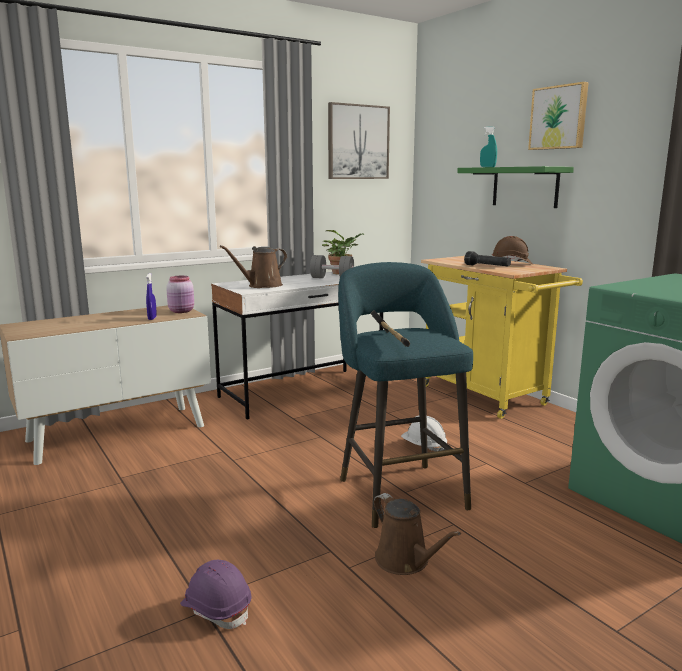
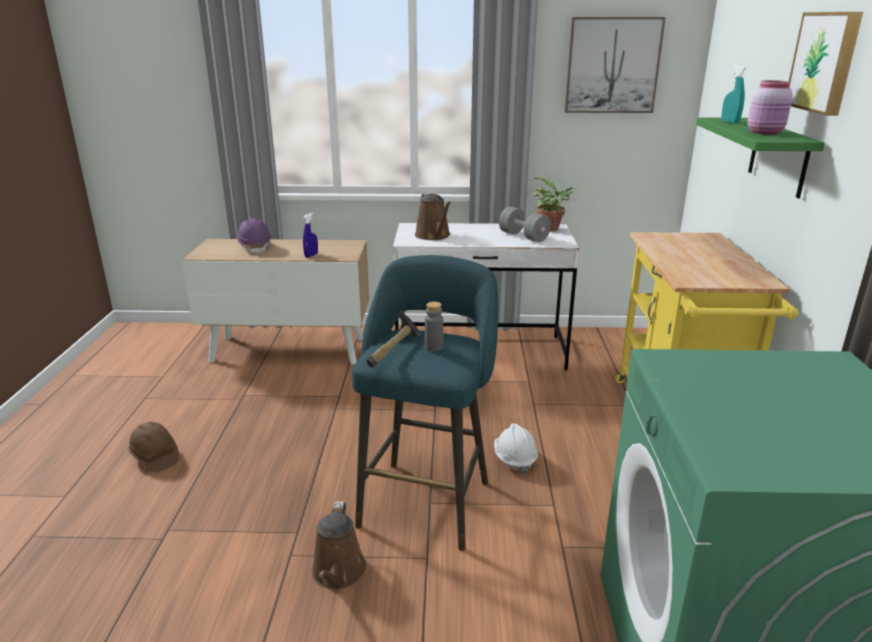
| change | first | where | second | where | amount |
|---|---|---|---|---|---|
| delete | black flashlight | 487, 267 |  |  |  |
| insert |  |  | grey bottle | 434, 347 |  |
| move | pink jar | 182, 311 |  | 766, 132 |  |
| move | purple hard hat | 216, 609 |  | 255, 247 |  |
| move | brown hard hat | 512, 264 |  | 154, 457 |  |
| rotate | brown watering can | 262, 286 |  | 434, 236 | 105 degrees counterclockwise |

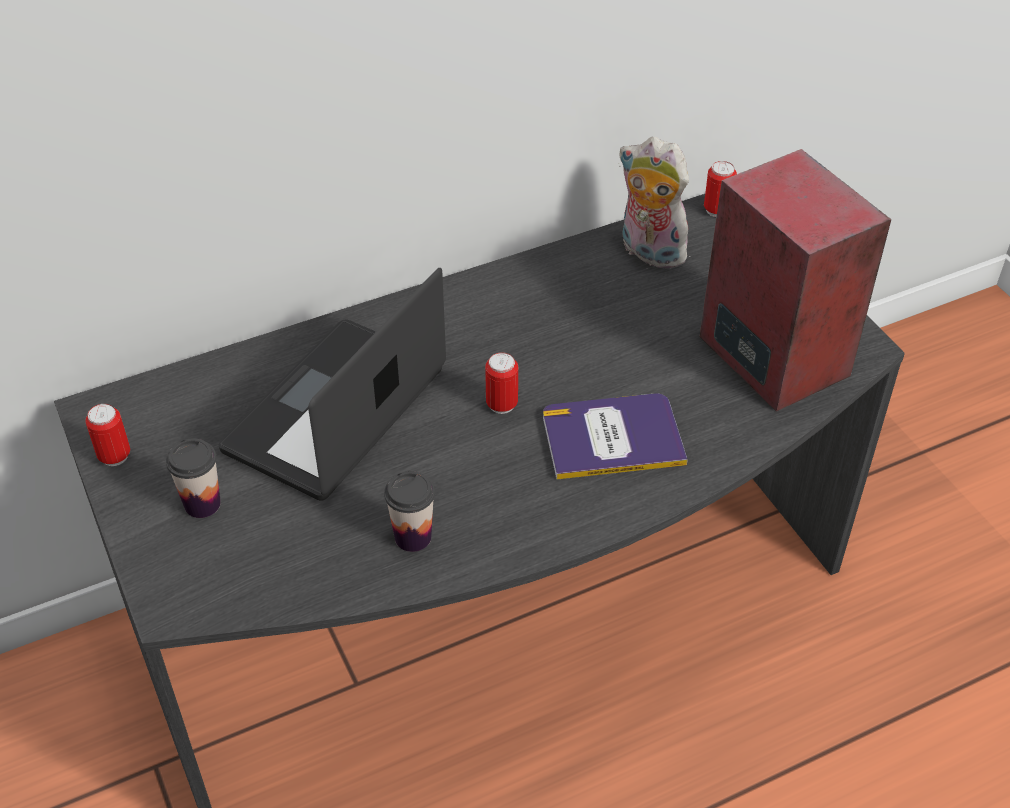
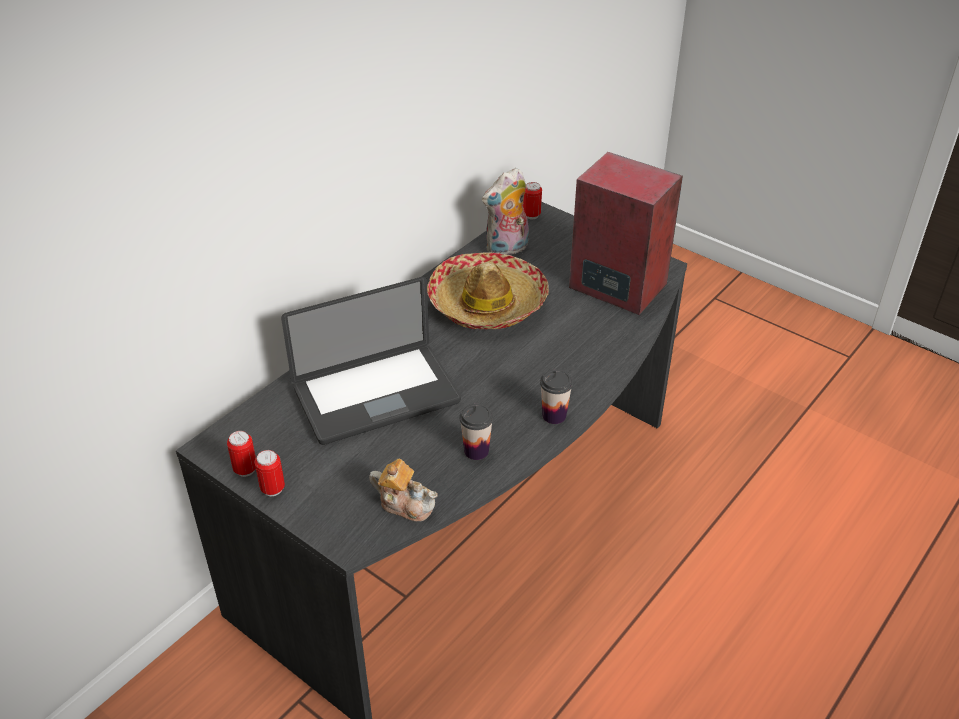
| change | first | where | second | where | amount |
|---|---|---|---|---|---|
| delete | book | 612, 437 |  |  |  |
| insert |  |  | teapot | 406, 504 |  |
| insert |  |  | hat | 487, 303 |  |
| move | cup | 202, 504 |  | 554, 415 |  |
| move | can | 501, 404 |  | 272, 489 |  |
| rotate | laptop | 336, 411 |  | 376, 396 | 120 degrees counterclockwise |
| rotate | plush toy | 648, 252 |  | 507, 249 | 45 degrees counterclockwise |

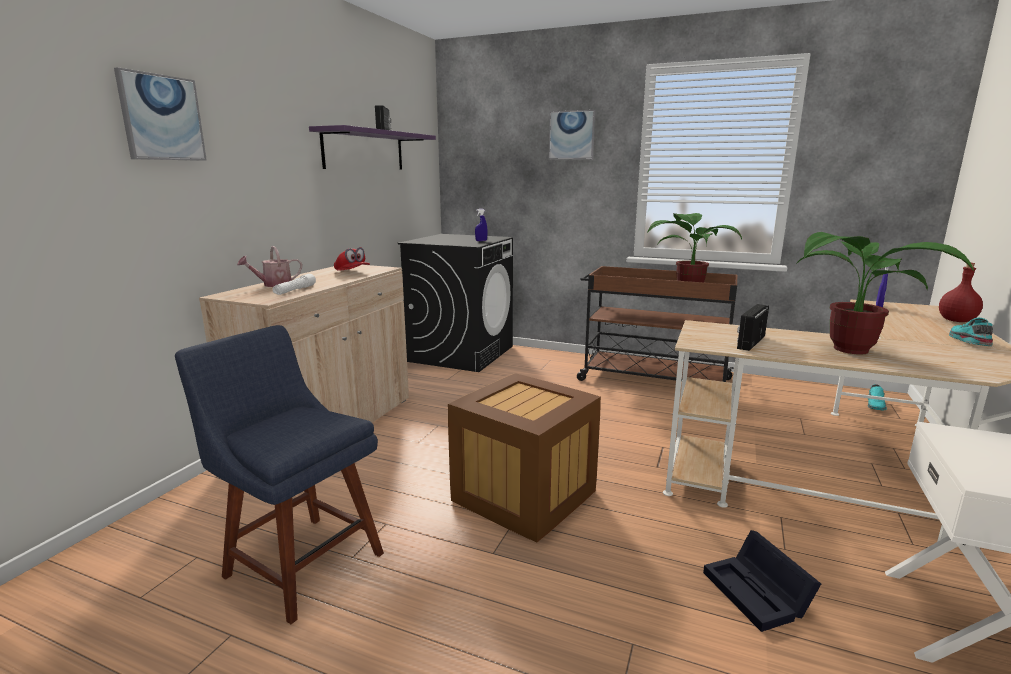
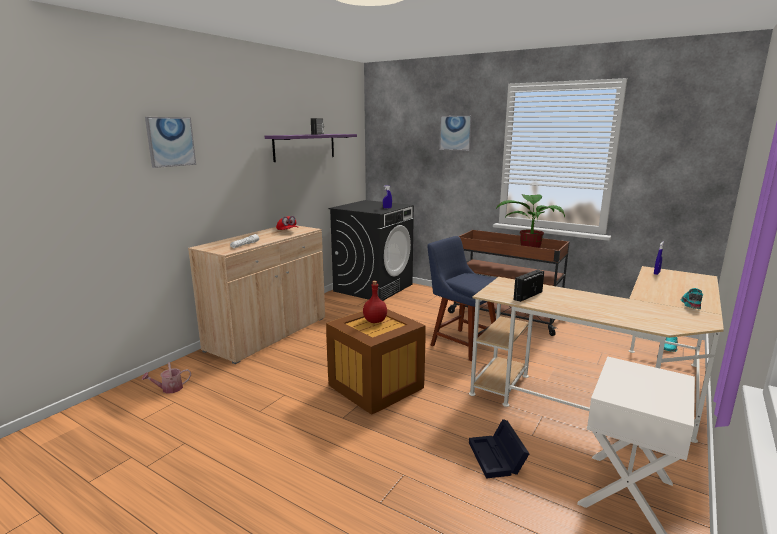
| change | first | where | second | where | amount |
|---|---|---|---|---|---|
| delete | potted plant | 847, 350 |  |  |  |
| move | blue chair | 300, 561 |  | 462, 343 |  |
| move | watering can | 273, 285 |  | 169, 389 |  |
| move | red bottle | 956, 321 |  | 374, 321 |  |

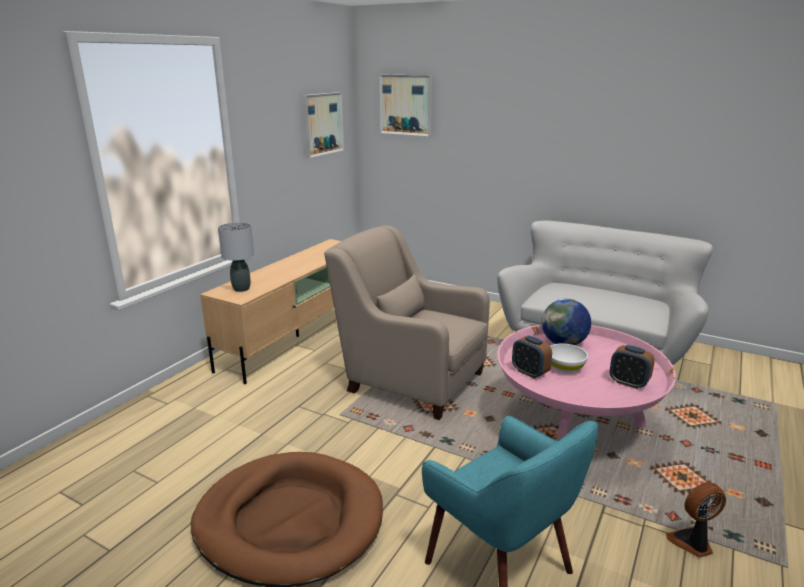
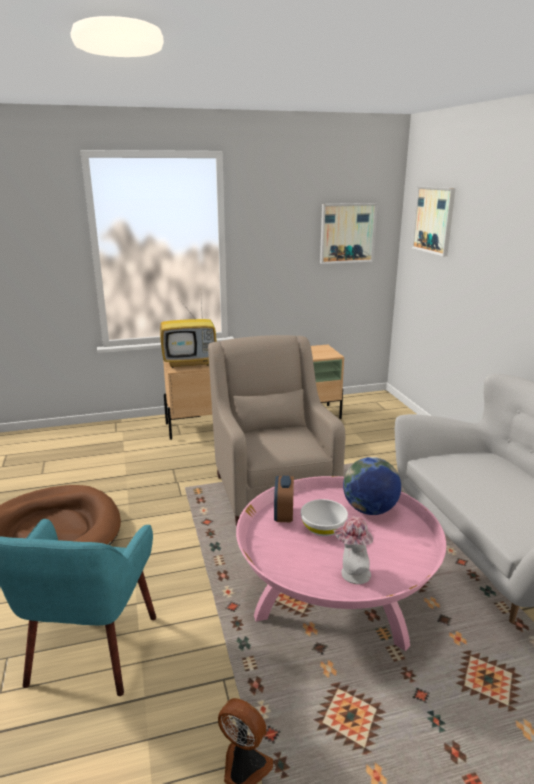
| change | first | where | second | where | amount |
|---|---|---|---|---|---|
| replace | grey table lamp | 241, 289 | television | 190, 362 |  |
| replace | alarm clock | 628, 383 | hat | 351, 574 |  |

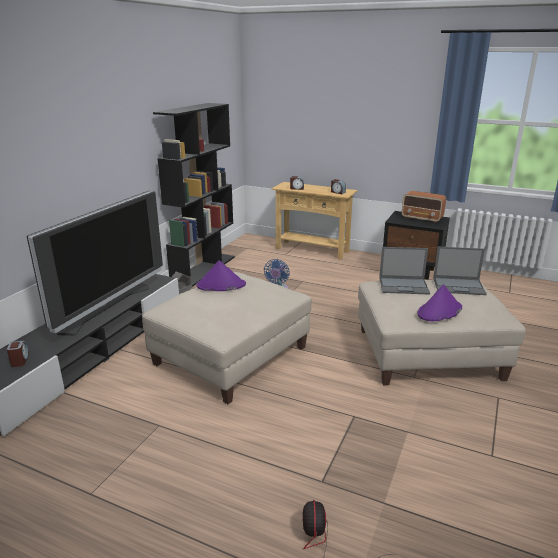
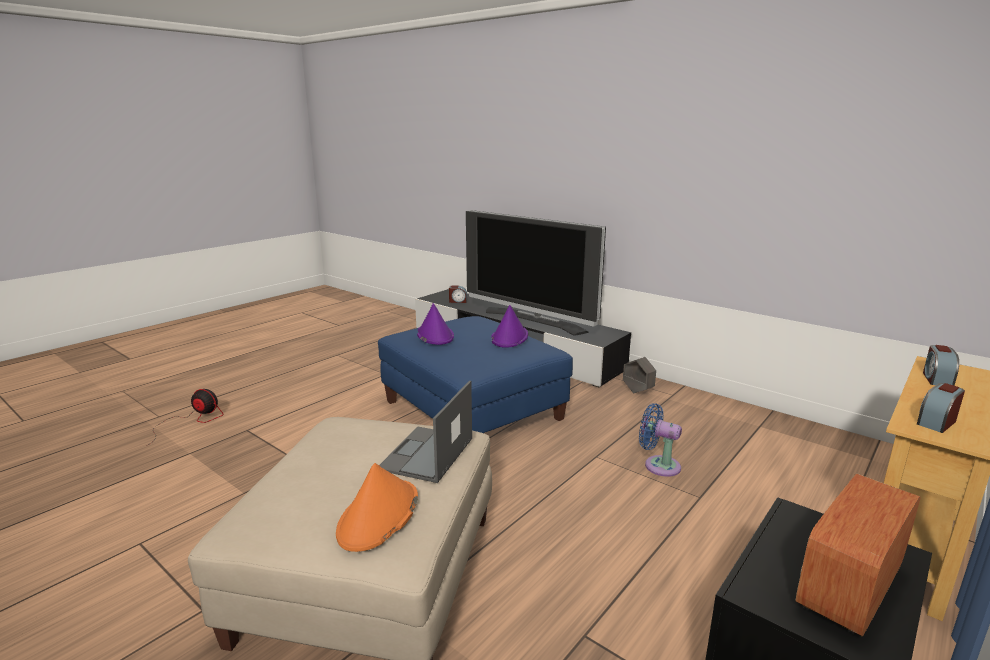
| change | first | where | second | where | amount |
|---|---|---|---|---|---|
| delete | black bookcase | 203, 269 |  |  |  |
| move | purple hat | 439, 311 |  | 435, 335 |  |
| replace | laptop | 459, 286 | orange hat | 378, 516 |  |
| recolor | beige ottoman | 230, 355 | blue ottoman | 473, 410 |  |

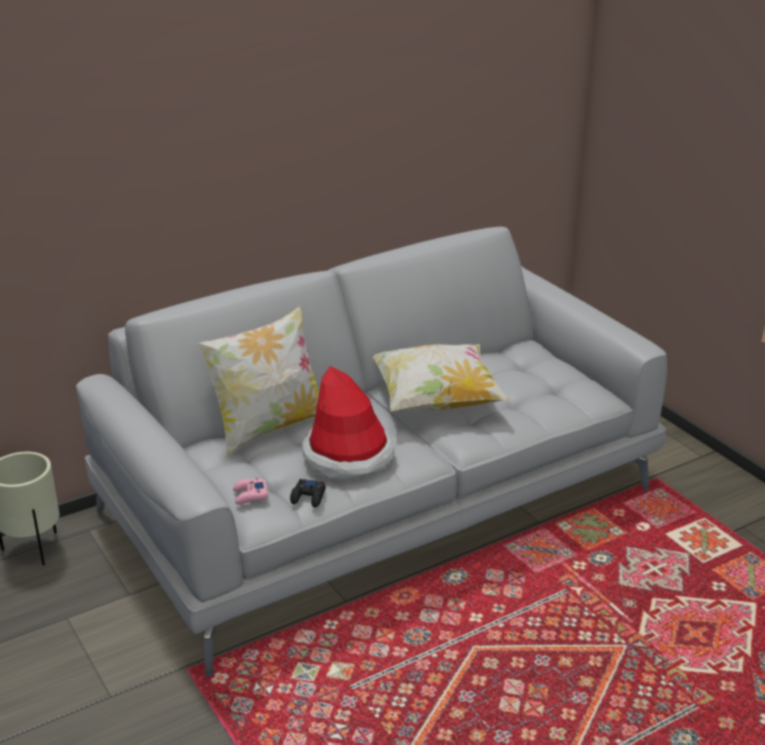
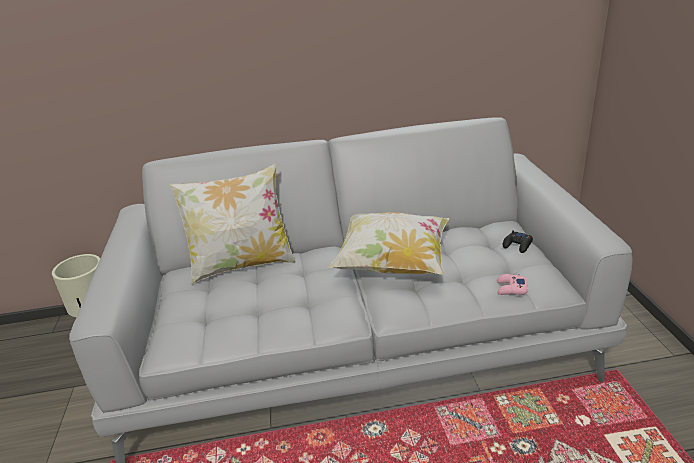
| change | first | where | second | where | amount |
|---|---|---|---|---|---|
| delete | hat | 348, 456 |  |  |  |
| move | pink game controller | 250, 495 |  | 511, 289 |  |
| move | black game controller | 308, 497 |  | 517, 245 |  |

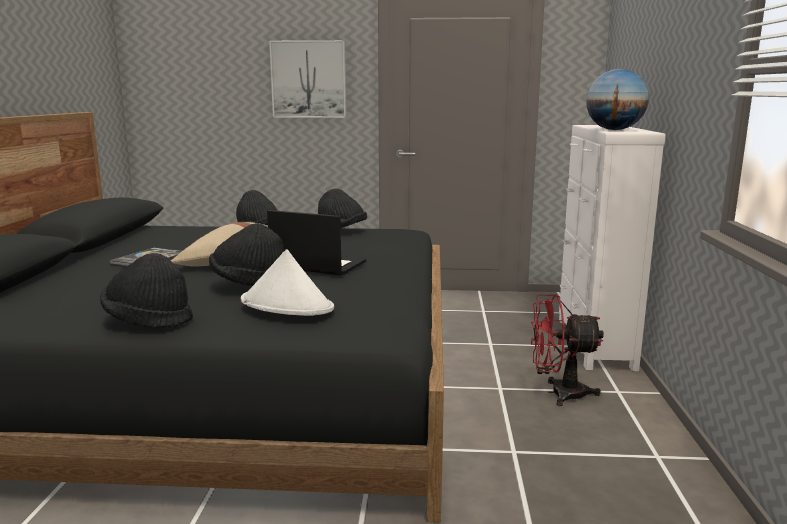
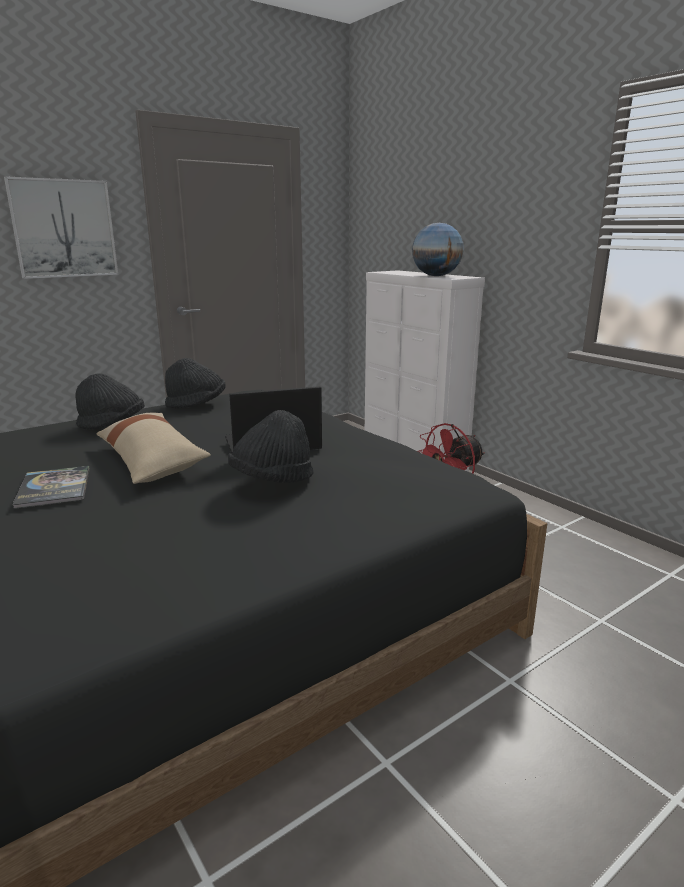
| change | first | where | second | where | amount |
|---|---|---|---|---|---|
| delete | black hat | 148, 320 |  |  |  |
| delete | white hat | 287, 305 |  |  |  |

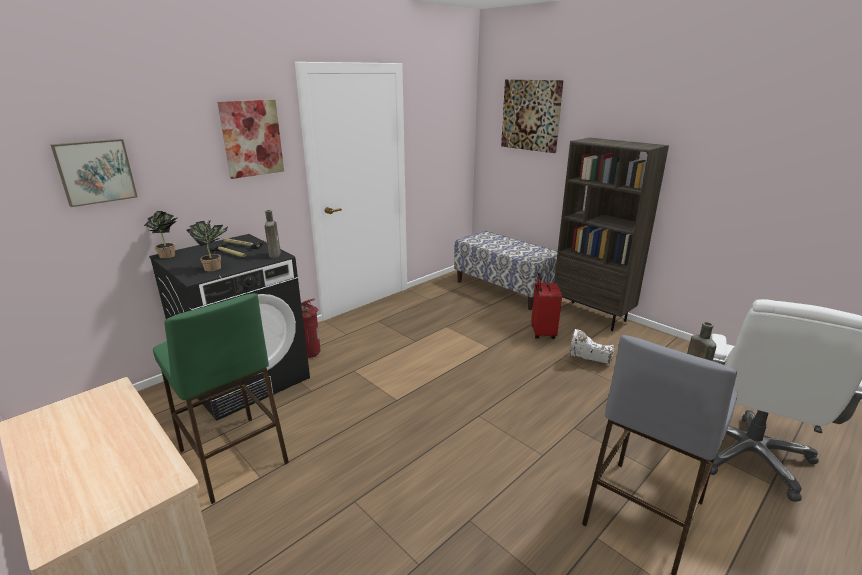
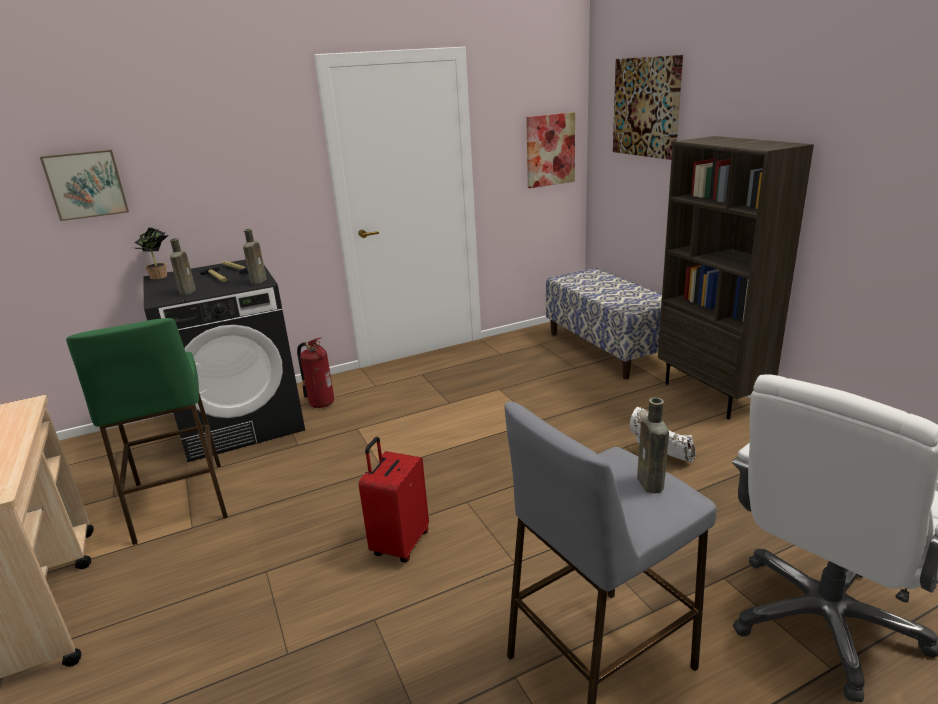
| change | first | where | second | where | amount |
|---|---|---|---|---|---|
| move | picture | 252, 138 |  | 550, 150 |  |
| move | red suitcase | 542, 333 |  | 399, 544 |  |
| replace | potted plant | 215, 267 | brown bottle | 188, 291 |  |

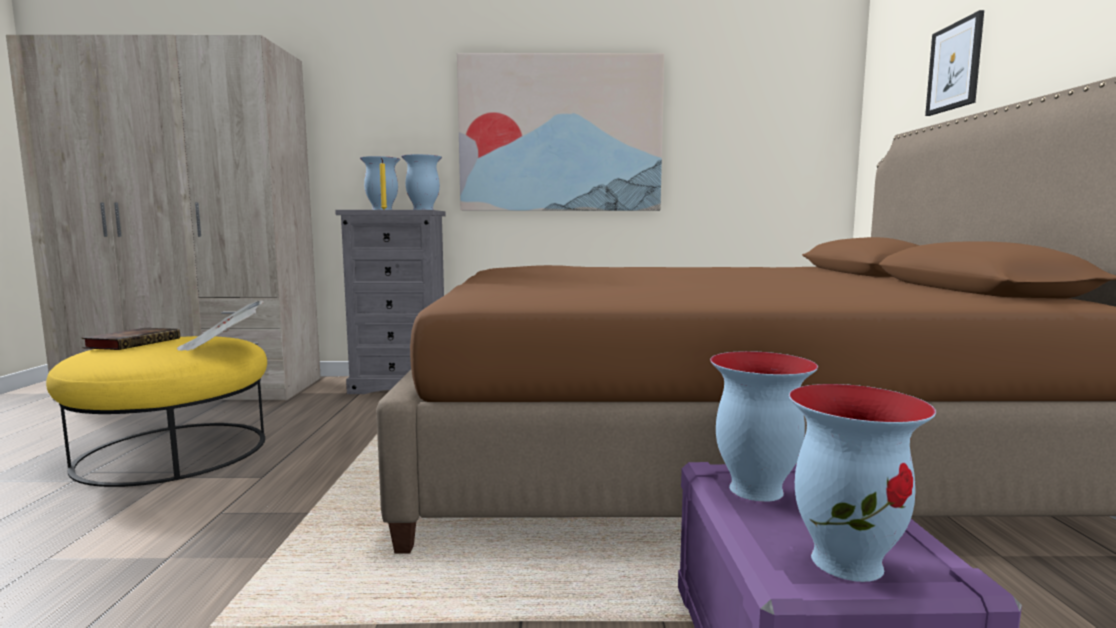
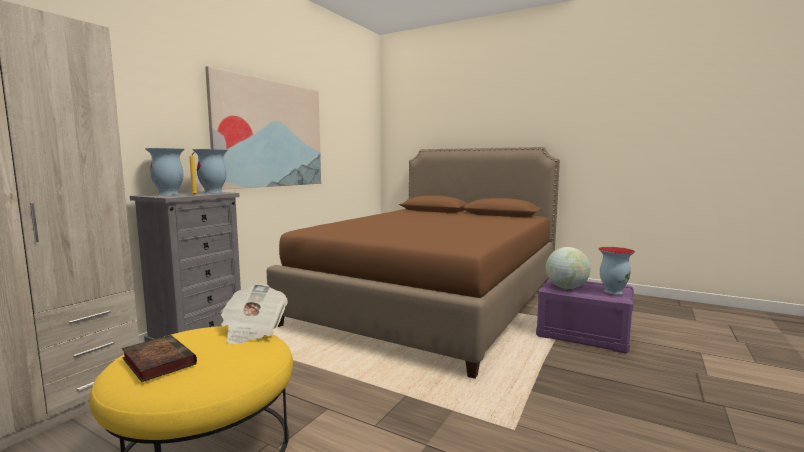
| change | first | where | second | where | amount |
|---|---|---|---|---|---|
| delete | picture | 954, 66 |  |  |  |
| replace | vase | 755, 490 | globe | 566, 288 |  |

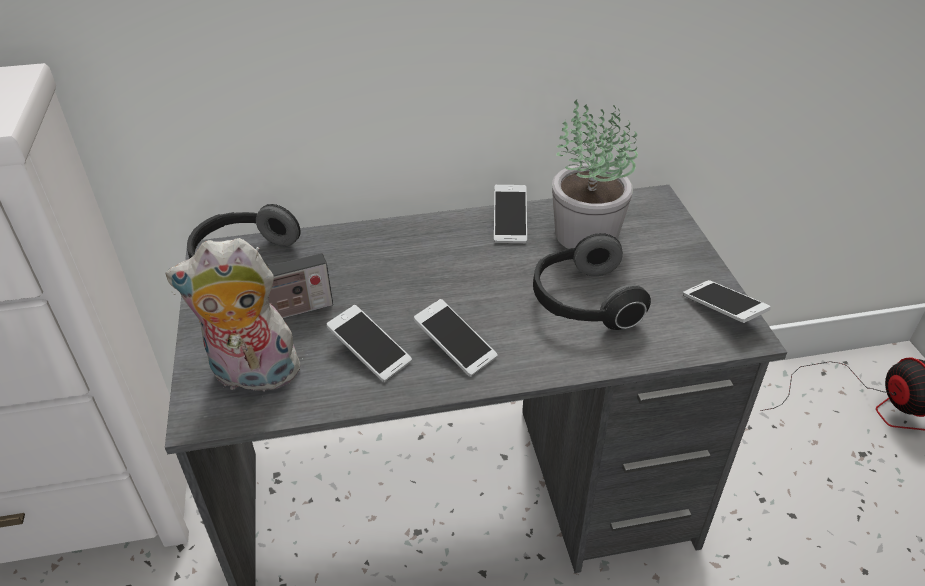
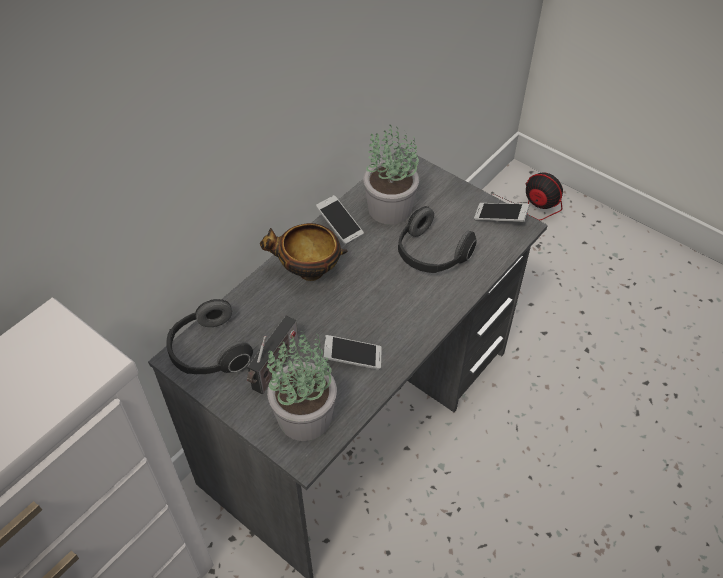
| change | first | where | second | where | amount |
|---|---|---|---|---|---|
| delete | phone | 455, 346 |  |  |  |
| insert |  |  | bowl | 308, 272 |  |
| replace | plush toy | 252, 376 | potted plant | 304, 415 |  |

